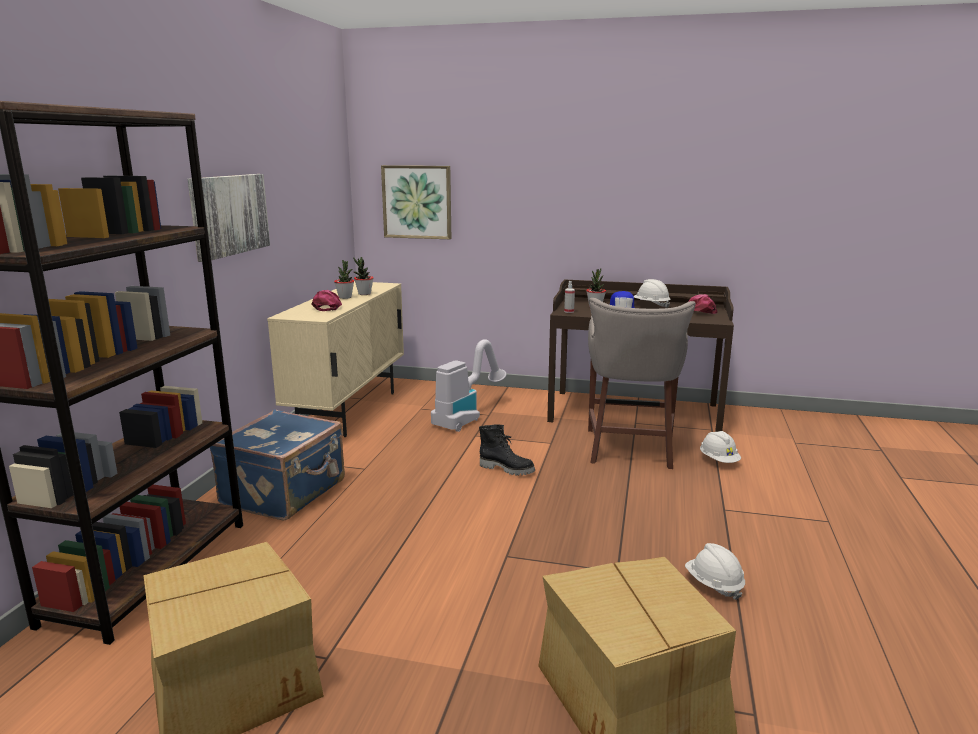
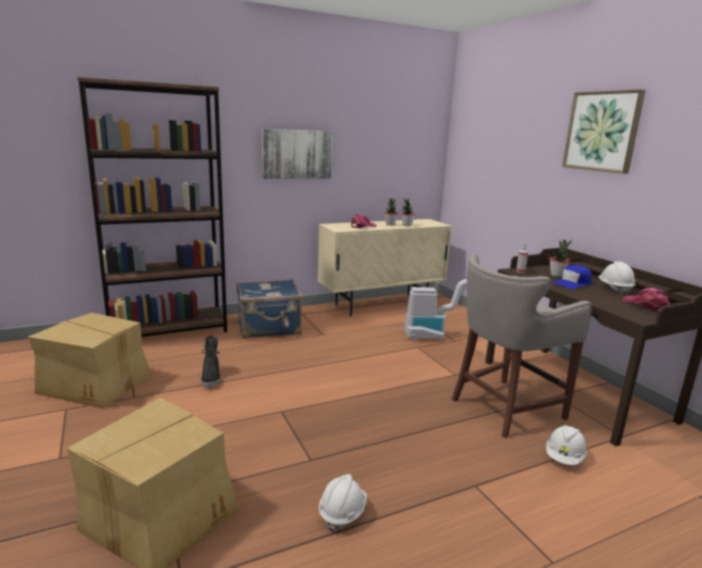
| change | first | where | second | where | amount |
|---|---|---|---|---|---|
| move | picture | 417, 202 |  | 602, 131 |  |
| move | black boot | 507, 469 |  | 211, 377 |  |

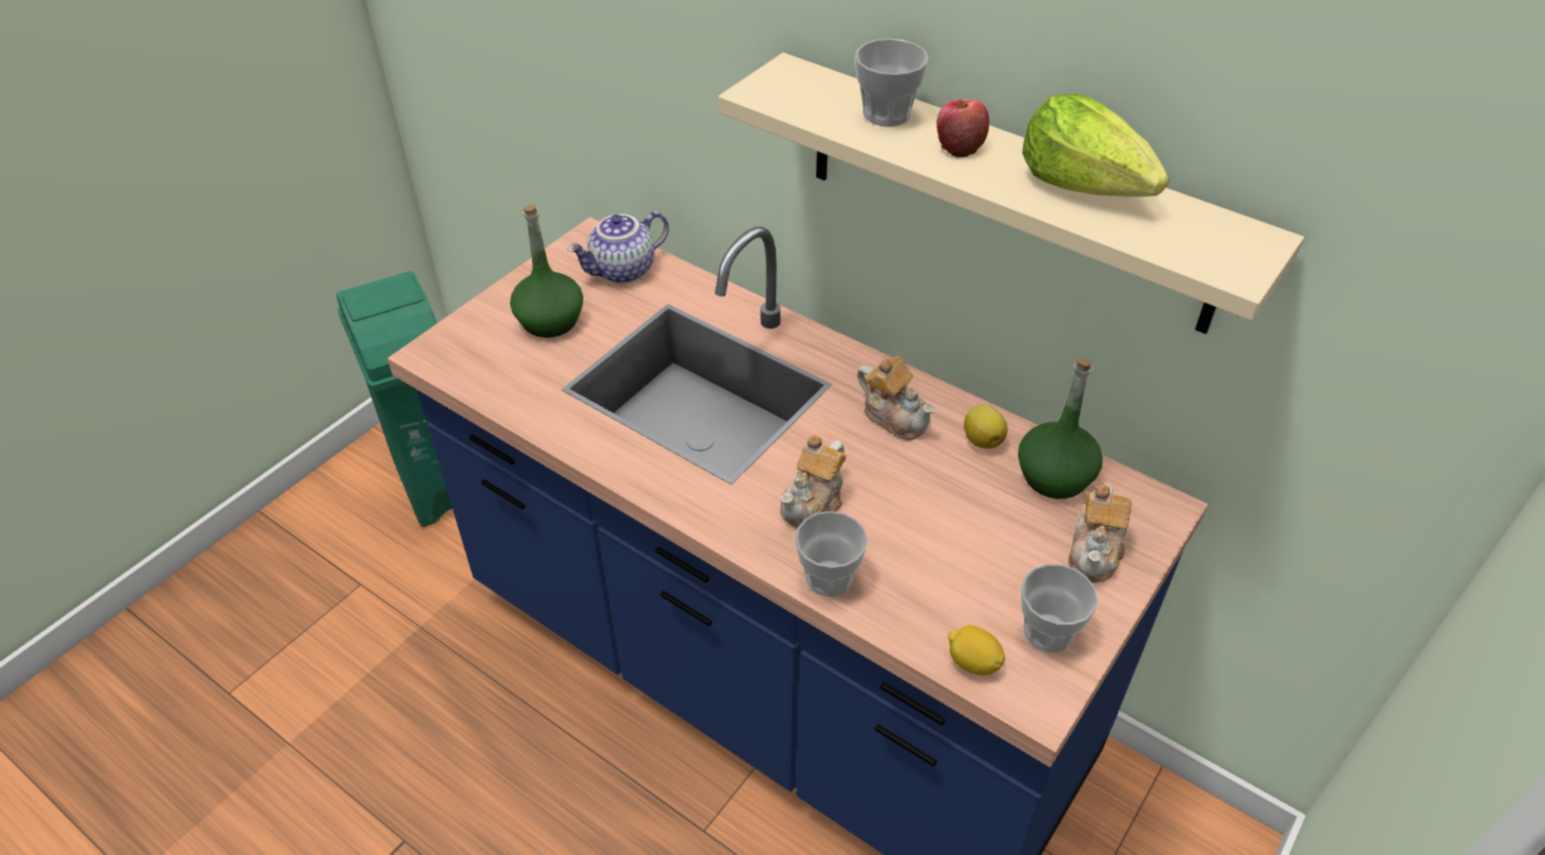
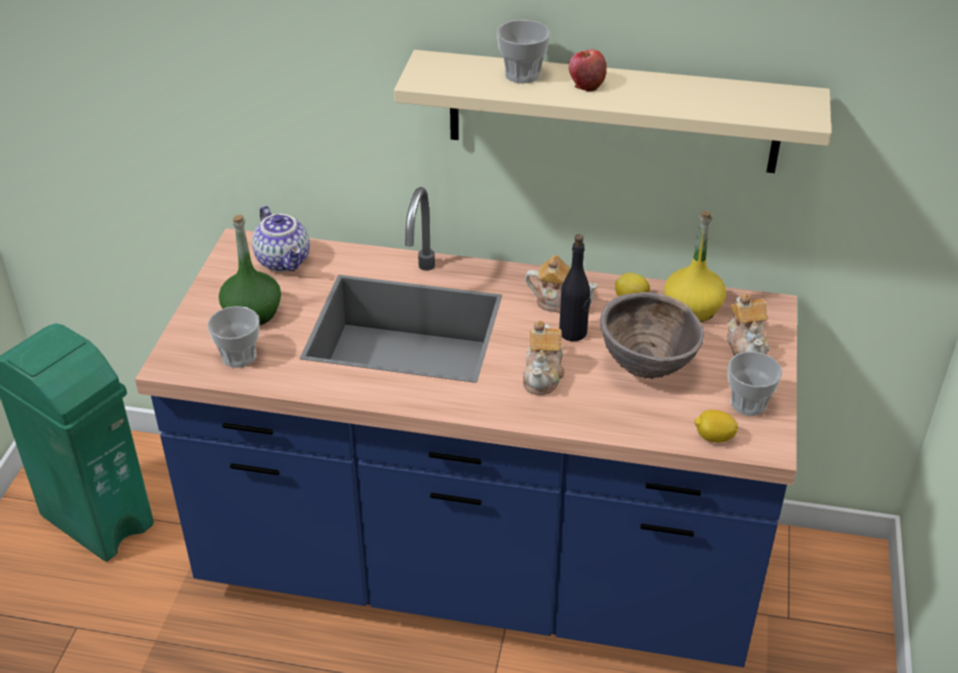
| change | first | where | second | where | amount |
|---|---|---|---|---|---|
| delete | lettuce | 1085, 185 |  |  |  |
| insert |  |  | black bottle | 573, 333 |  |
| insert |  |  | brown bowl | 647, 368 |  |
| move | cup | 829, 577 |  | 239, 356 |  |
| recolor | green bottle | 1054, 476 | yellow bottle | 692, 308 |  |
| rotate | teapot | 623, 271 |  | 285, 261 | 60 degrees counterclockwise |

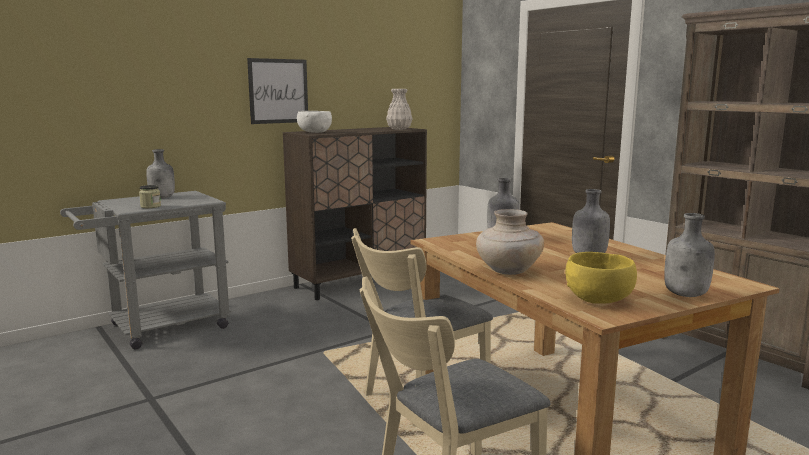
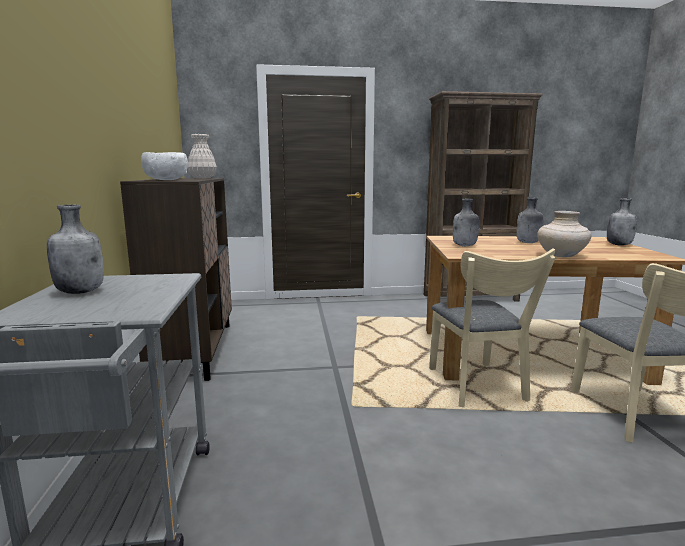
| change | first | where | second | where | amount |
|---|---|---|---|---|---|
| delete | jar | 150, 206 |  |  |  |
| delete | picture | 278, 91 |  |  |  |
| delete | yellow bowl | 599, 299 |  |  |  |

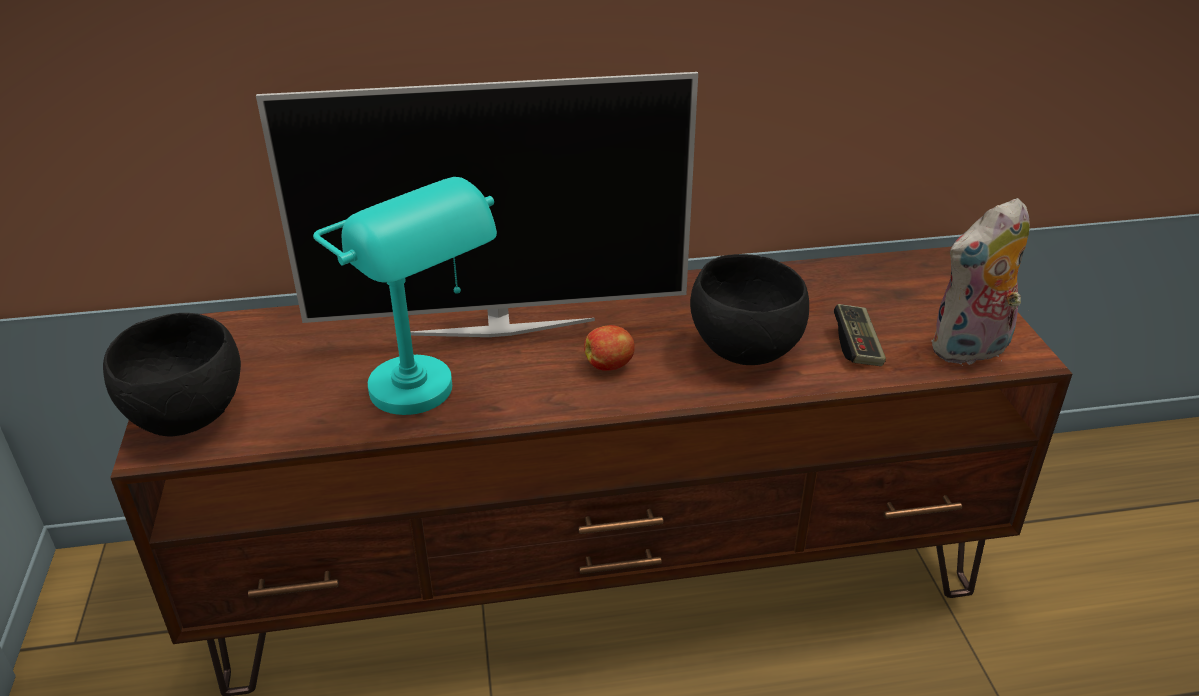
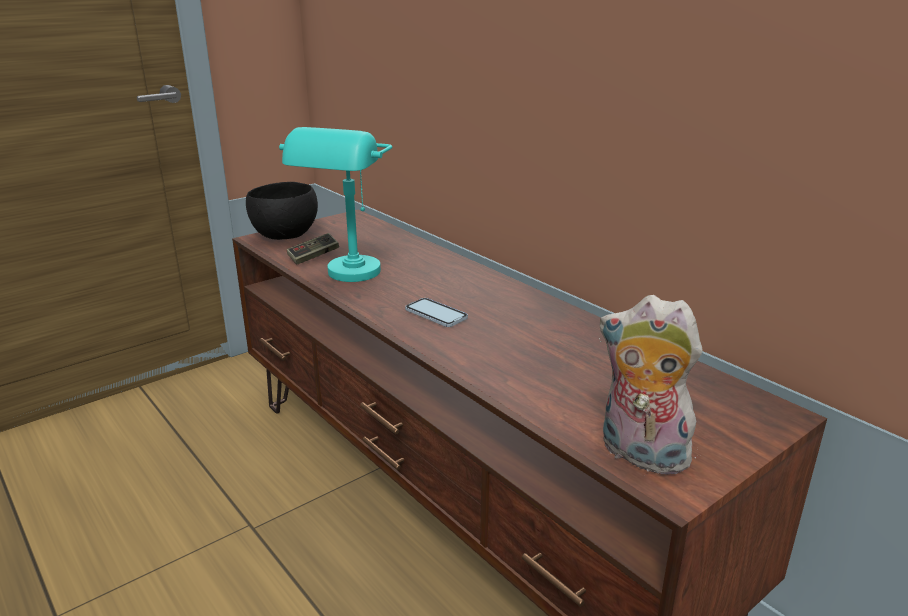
| change | first | where | second | where | amount |
|---|---|---|---|---|---|
| delete | television | 499, 326 |  |  |  |
| delete | black bowl | 744, 351 |  |  |  |
| move | game controller | 857, 346 |  | 313, 257 |  |
| replace | apple | 609, 365 | phone | 436, 314 |  |

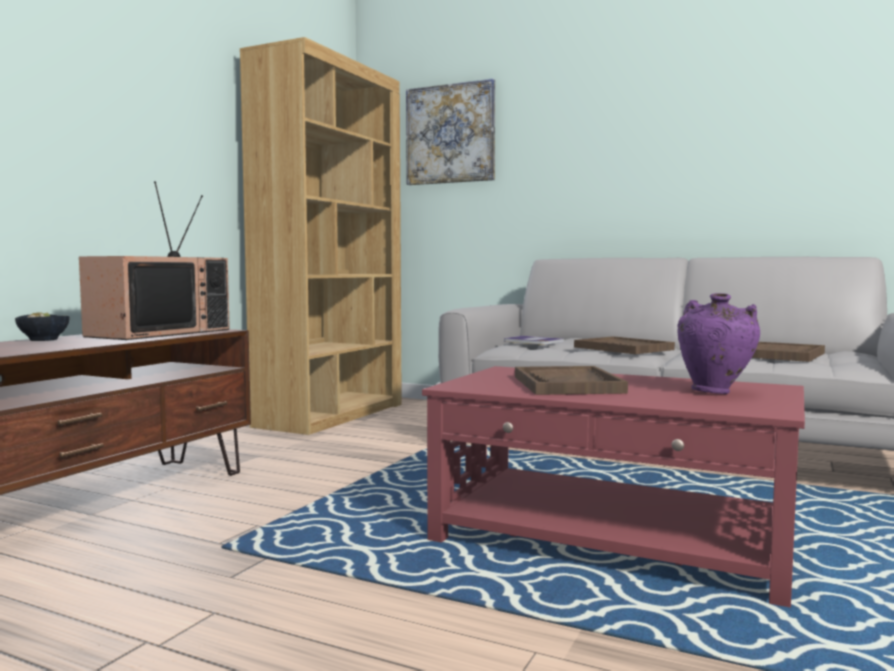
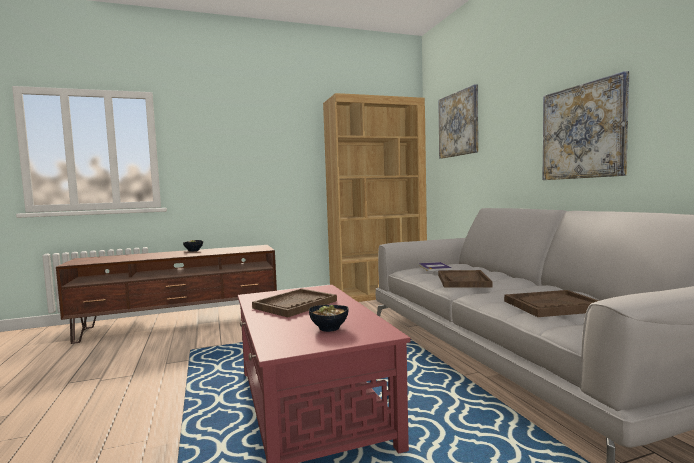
| change | first | where | second | where | amount |
|---|---|---|---|---|---|
| delete | television | 159, 333 |  |  |  |
| insert |  |  | picture | 583, 131 |  |
| replace | purple vase | 715, 392 | bowl | 329, 328 |  |

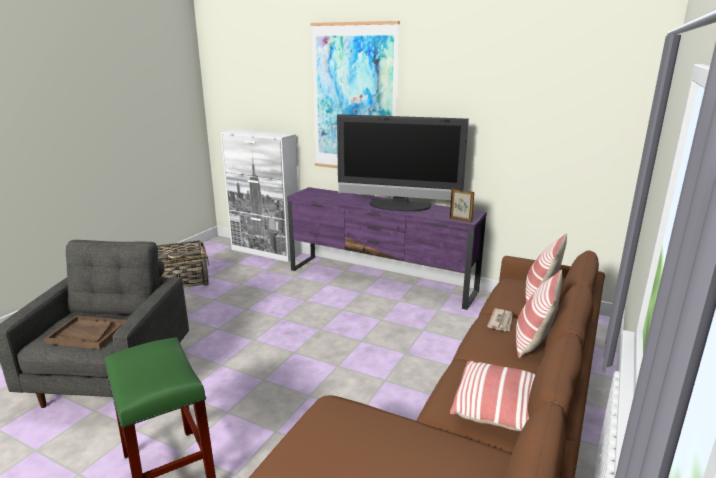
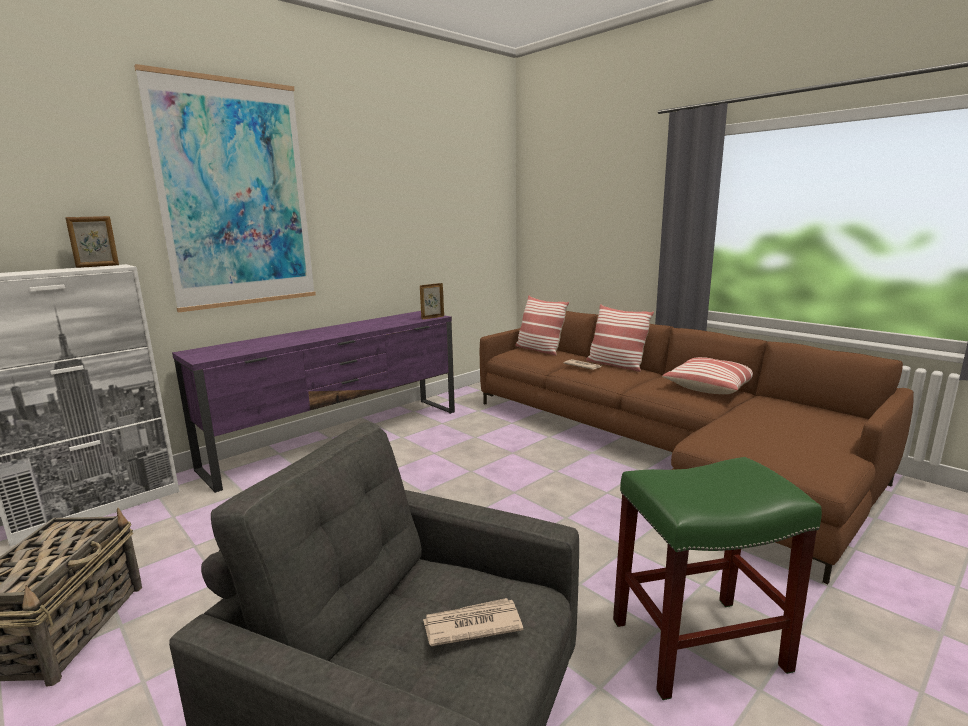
| change | first | where | second | where | amount |
|---|---|---|---|---|---|
| delete | television | 399, 206 |  |  |  |
| insert |  |  | picture frame | 98, 266 |  |
| replace | brown tray | 87, 334 | newspaper | 471, 625 |  |

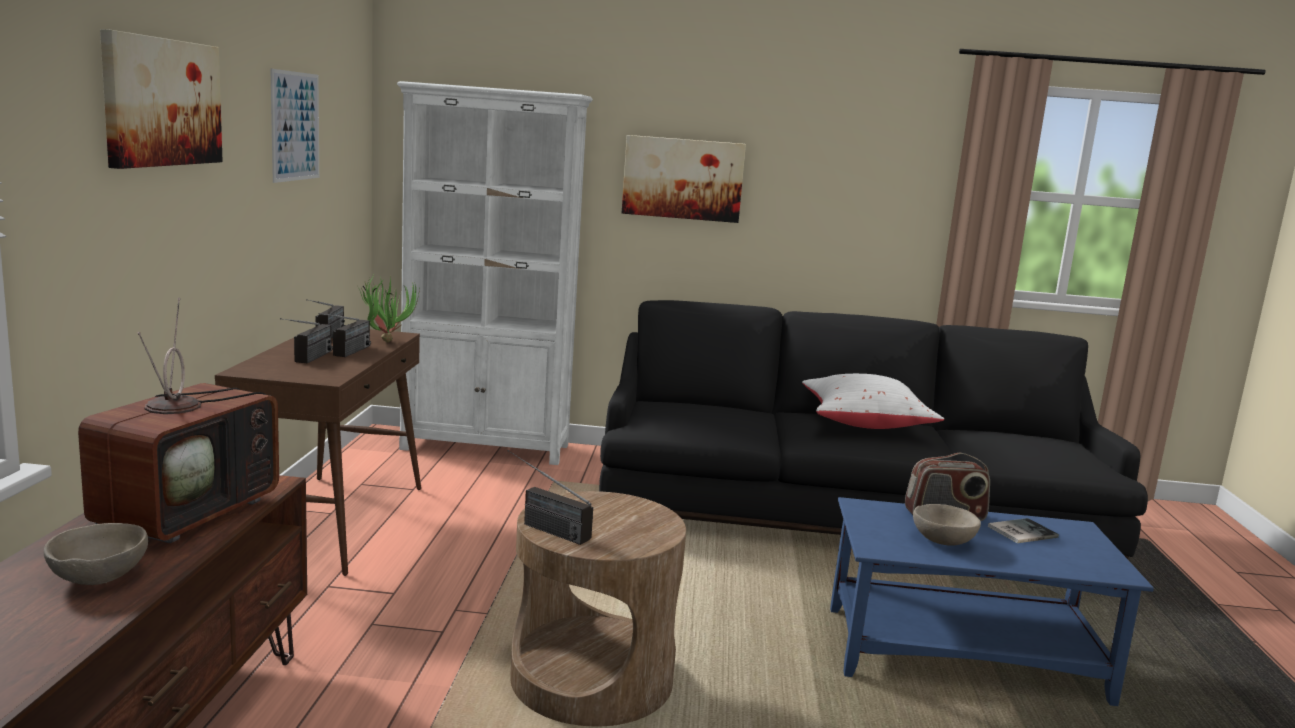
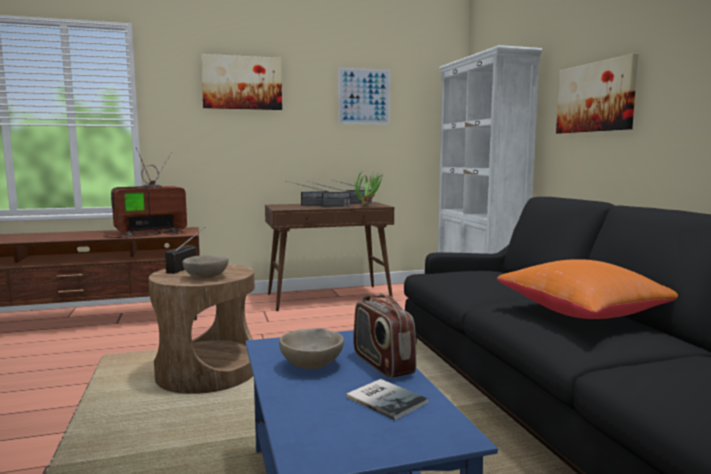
| change | first | where | second | where | amount |
|---|---|---|---|---|---|
| move | beige bowl | 98, 577 |  | 206, 277 |  |
| recolor | white pillow | 864, 423 | orange pillow | 585, 313 |  |
| rotate | television | 188, 511 |  | 148, 233 | 150 degrees clockwise |

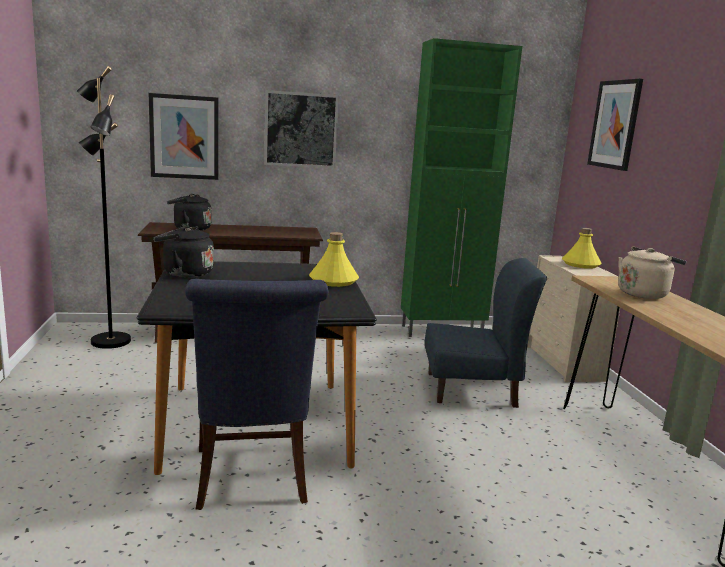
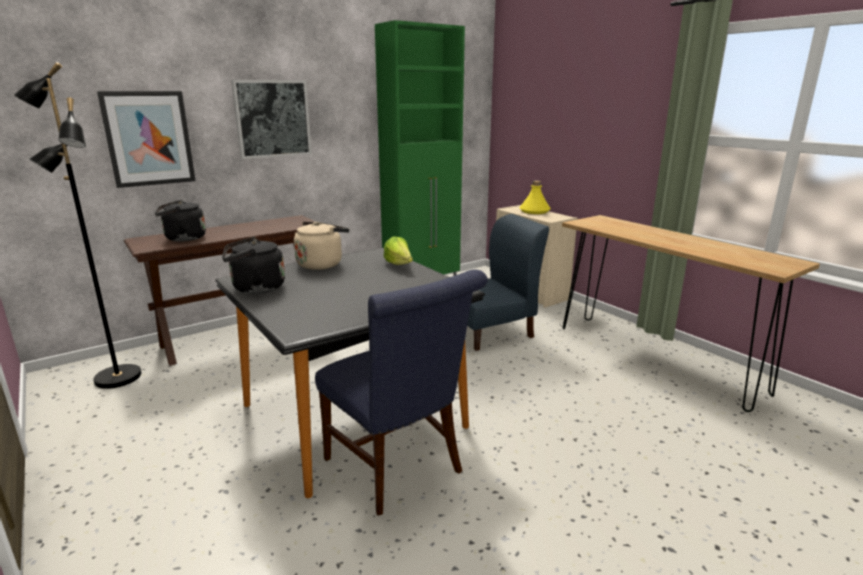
| change | first | where | second | where | amount |
|---|---|---|---|---|---|
| delete | picture | 615, 124 |  |  |  |
| move | beige kettle | 644, 294 |  | 321, 264 |  |
| replace | yellow bottle | 334, 281 | lettuce | 399, 265 |  |

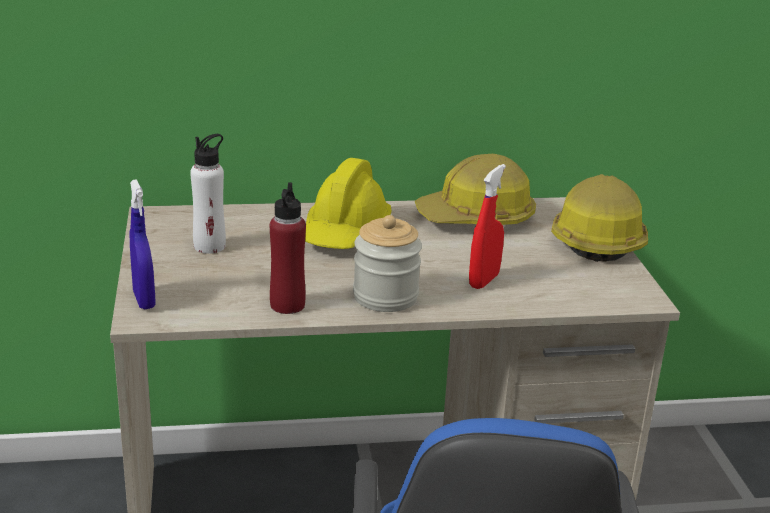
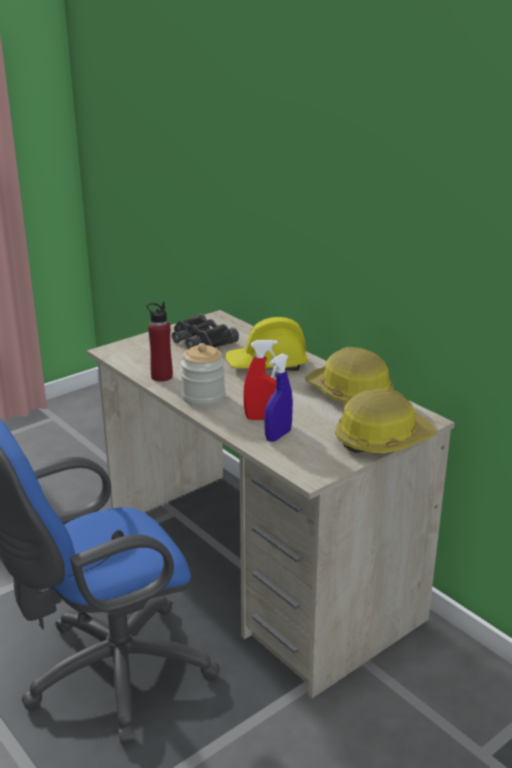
| change | first | where | second | where | amount |
|---|---|---|---|---|---|
| move | blue spray bottle | 144, 300 |  | 278, 436 |  |
| replace | white bottle | 209, 246 | black binoculars | 201, 340 |  |

